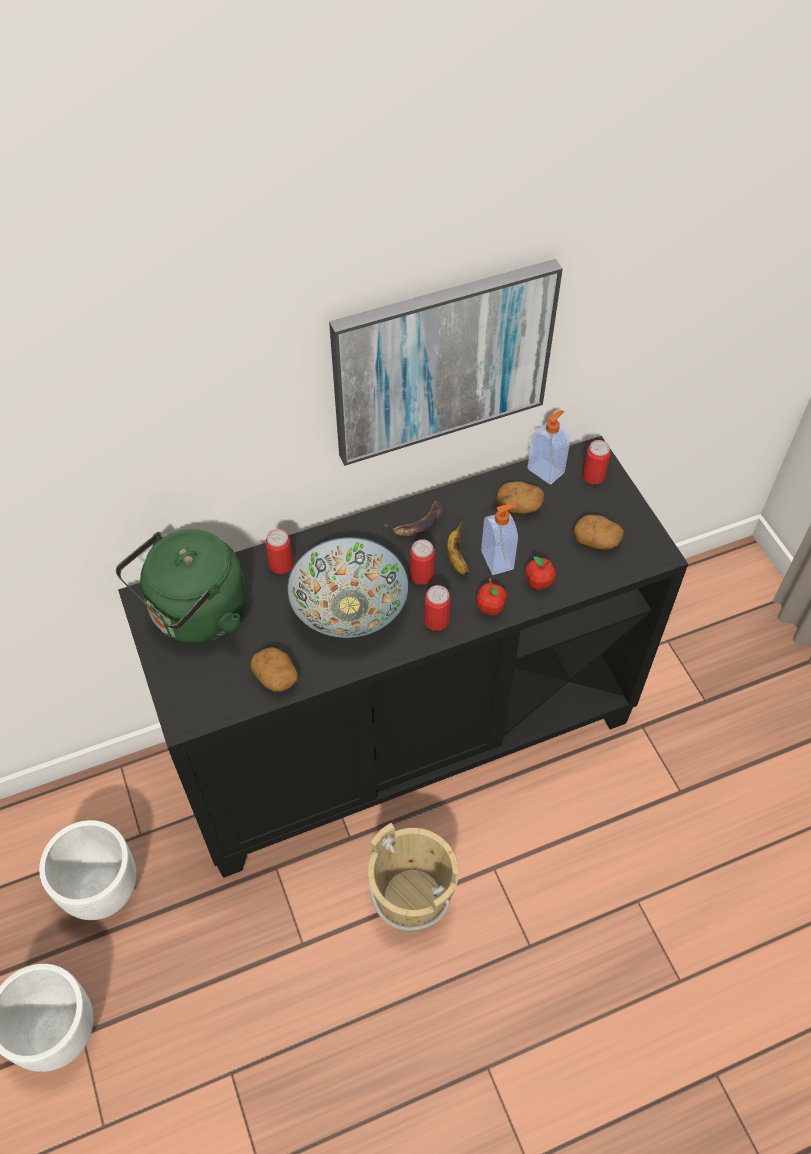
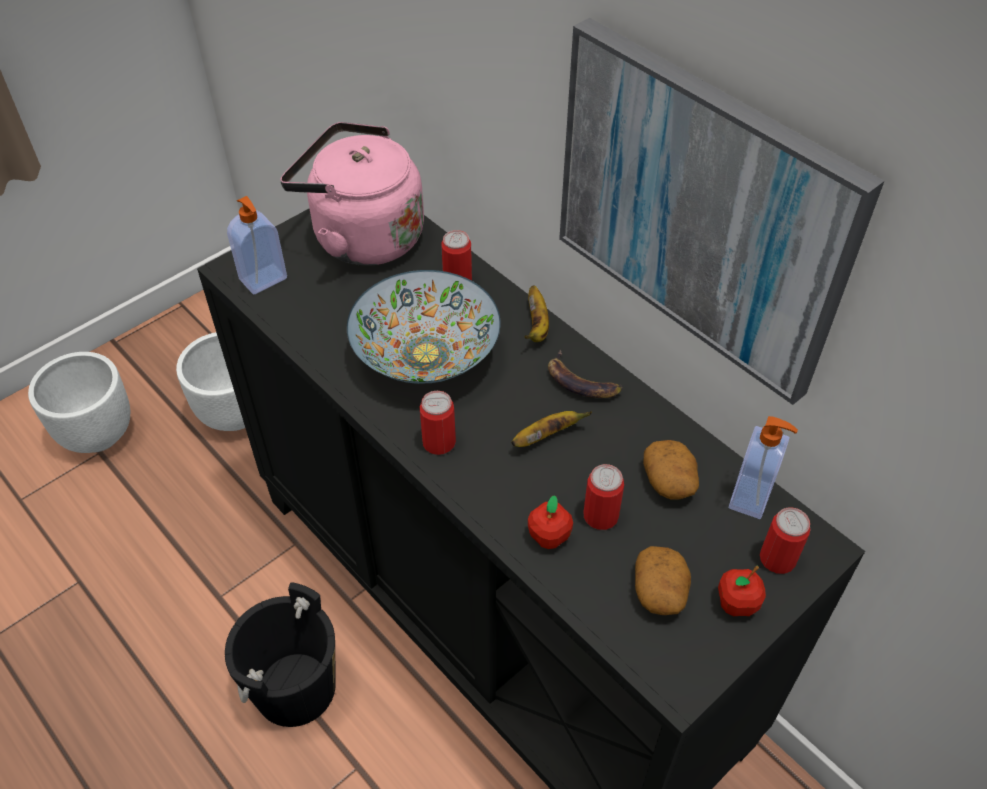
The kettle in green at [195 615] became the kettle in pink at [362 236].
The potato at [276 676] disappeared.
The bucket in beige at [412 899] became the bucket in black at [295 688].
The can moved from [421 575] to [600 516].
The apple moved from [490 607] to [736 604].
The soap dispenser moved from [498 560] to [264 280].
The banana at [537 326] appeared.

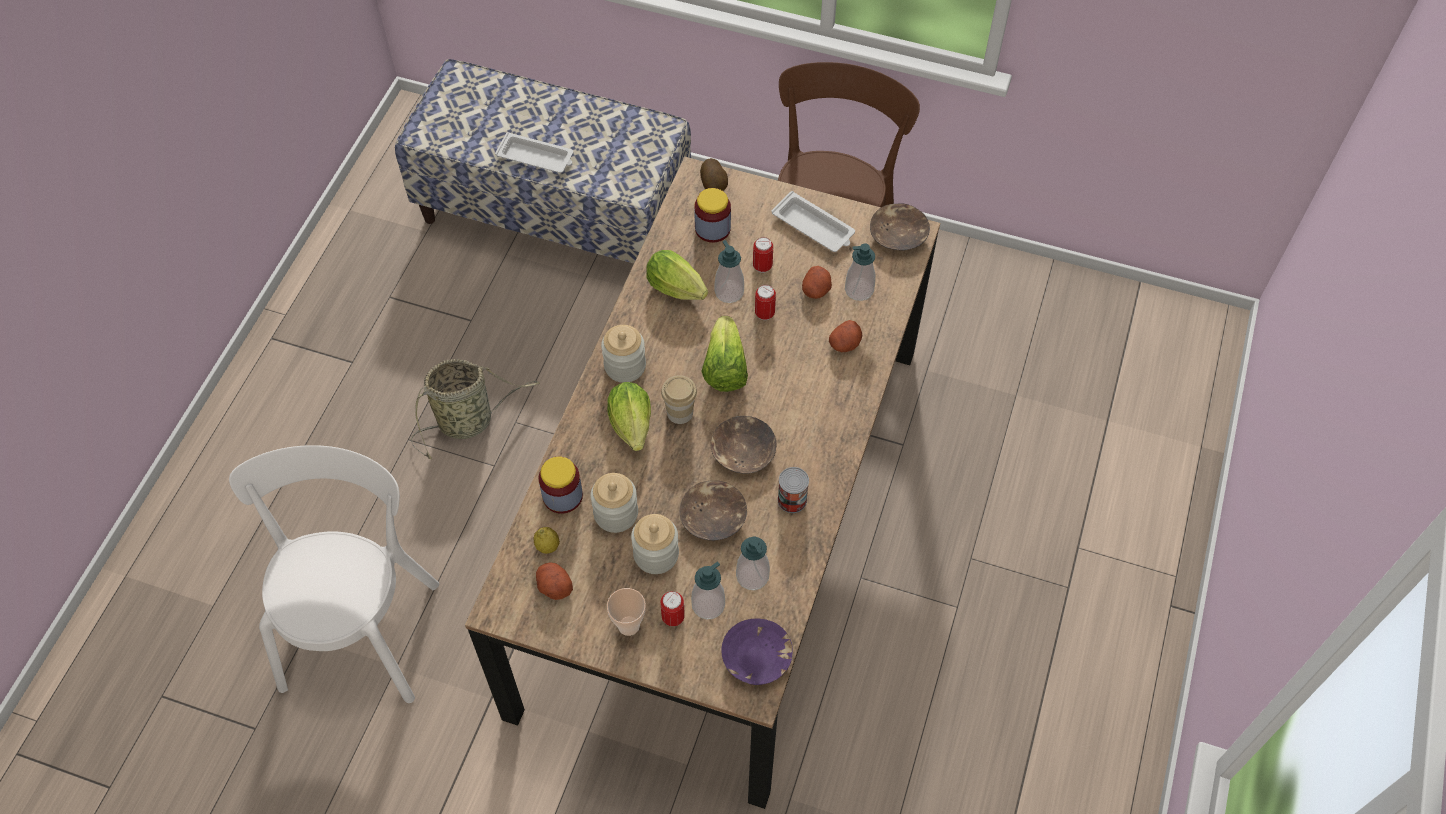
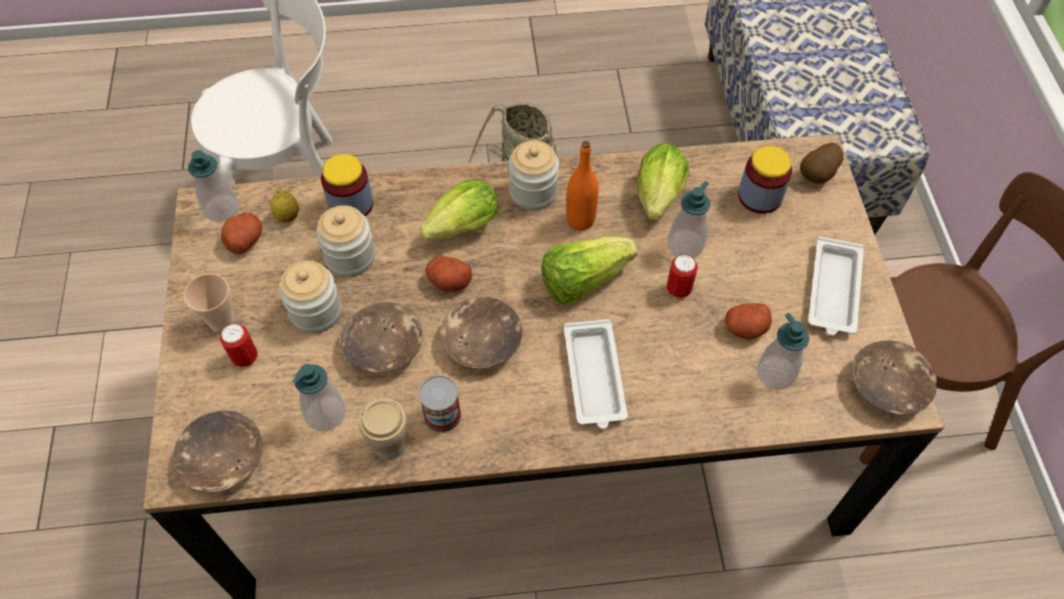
The tray in white moved from [536 157] to [594 377].
The cup moved from [680 412] to [389 443].
The soap dispenser moved from [708 605] to [221 209].
The bowl in purple at [757 658] became the bowl in brown at [222 459].
The can at [762 266] disappeared.
The potato moved from [845 344] to [448 281].
The bottle in orange at [580 220] appeared.

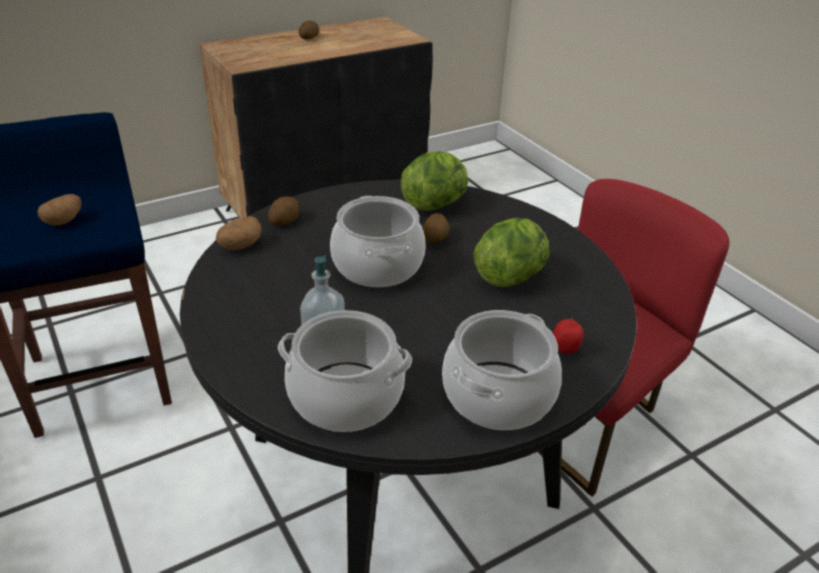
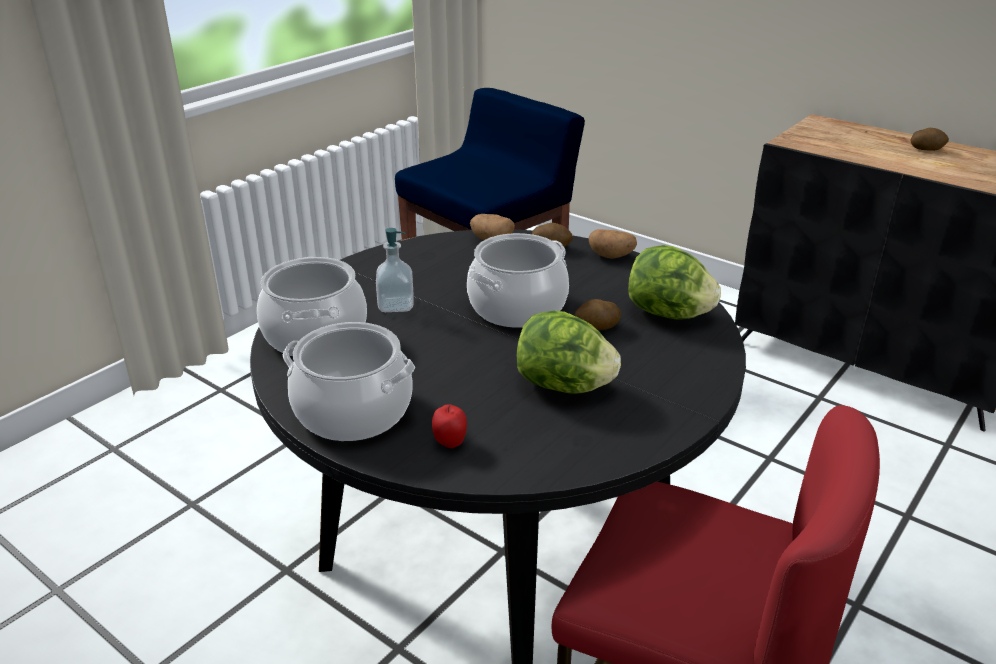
The potato moved from [64 221] to [611 256].

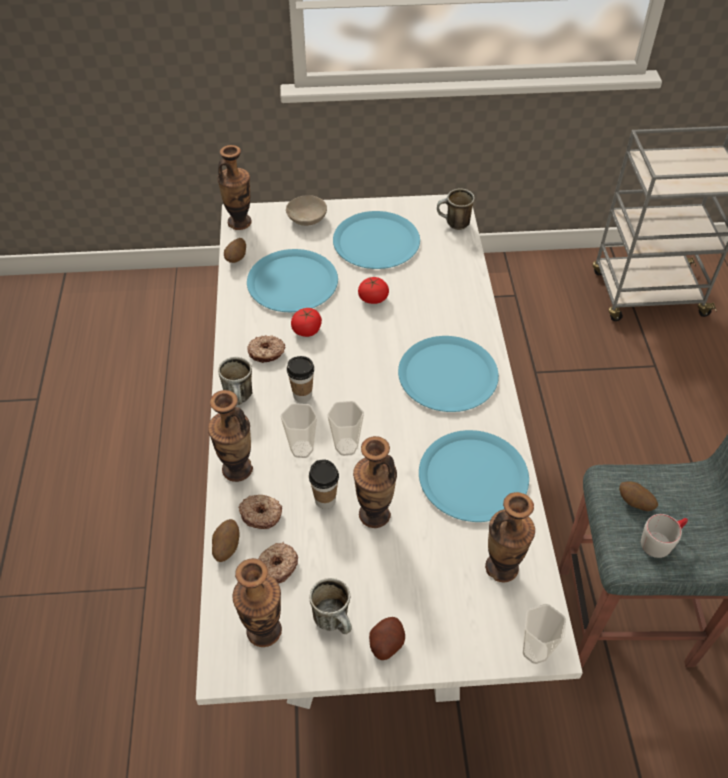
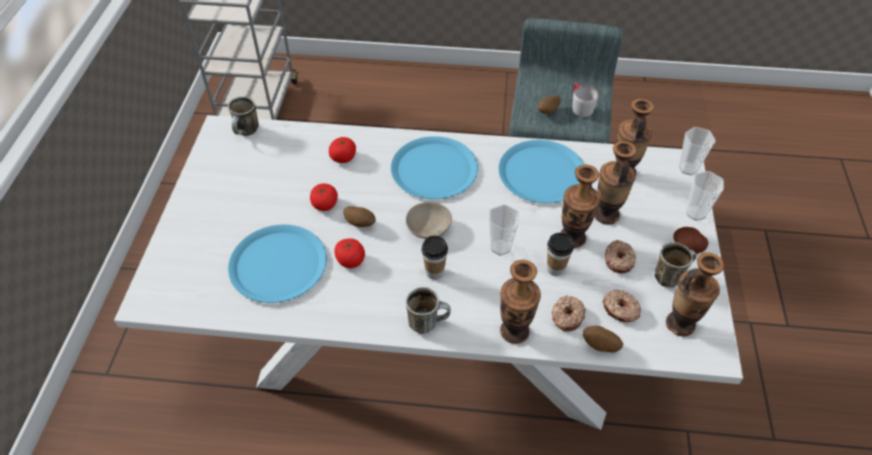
The vase moved from [239 222] to [606 215].
The potato moved from [236 259] to [360 223].
The donut moved from [266 353] to [619 260].
The cup moved from [301 449] to [695 213].
The bowl in beige moved from [308 218] to [428 227].
The plate in blue at [376 242] disappeared.
The tomato at [343 157] appeared.

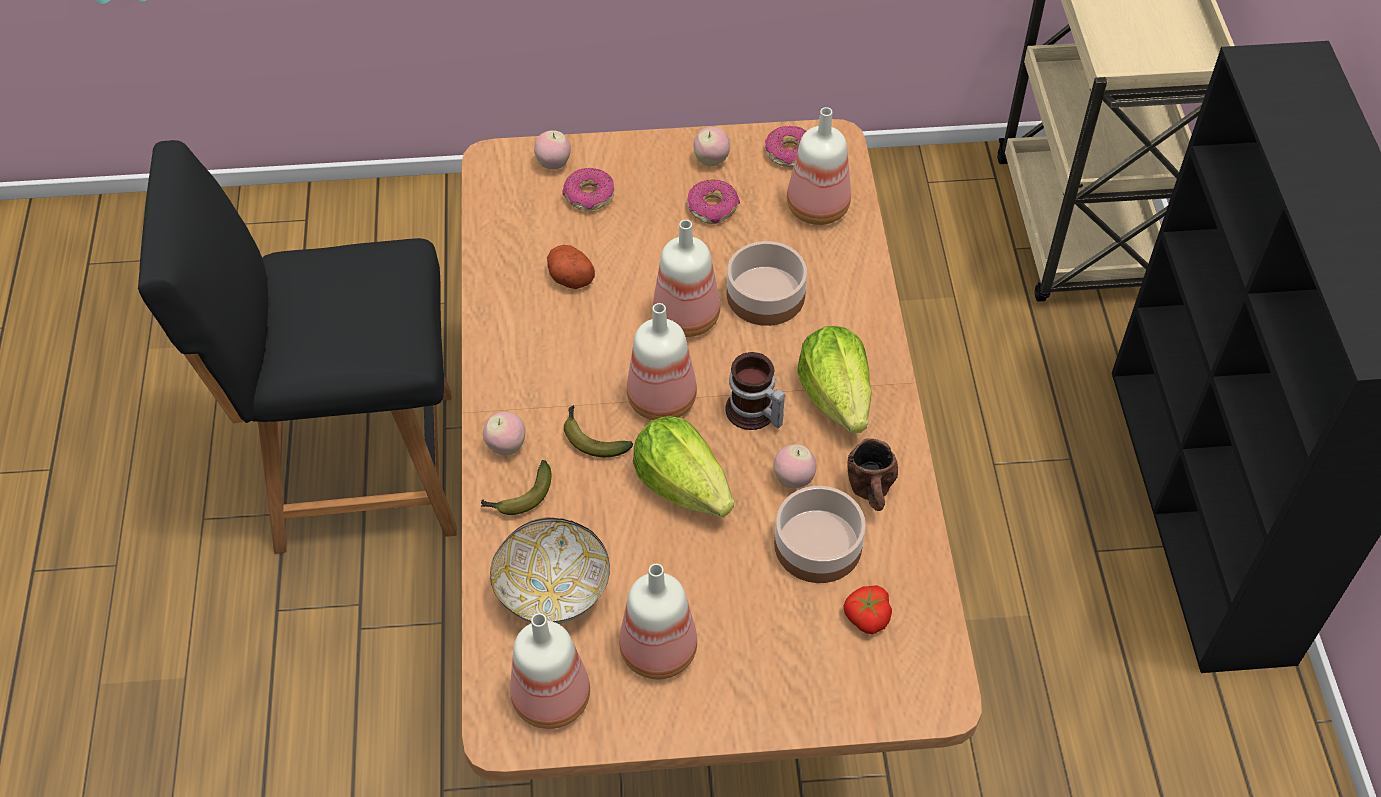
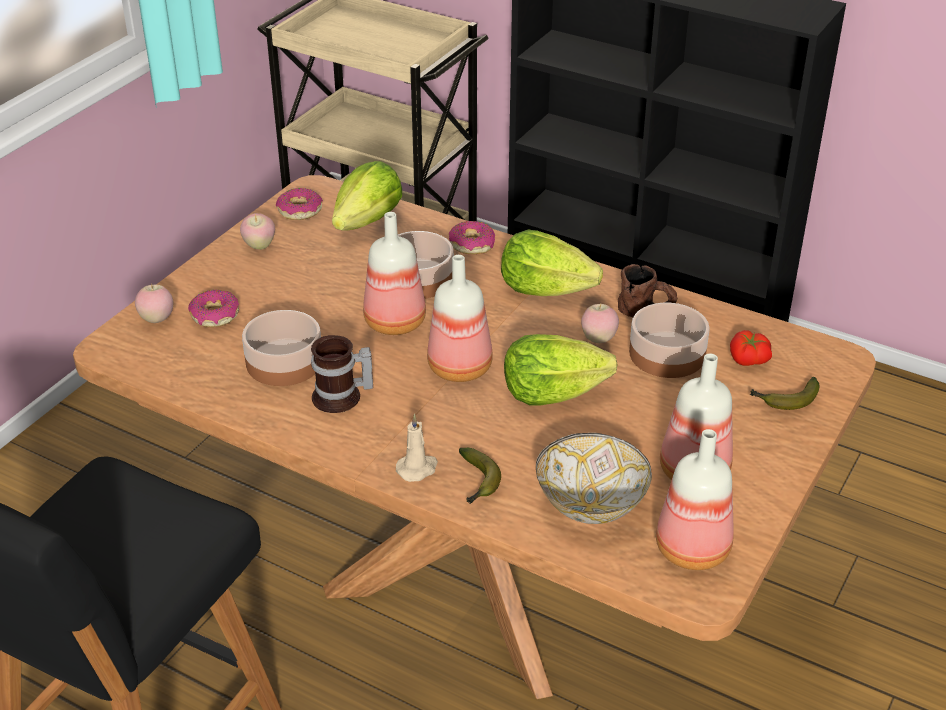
The apple at [506 446] was replaced by the candle in beige at [418 468].
The potato at [569 277] was replaced by the bowl at [284 361].
The banana moved from [591 438] to [785 400].
The donut moved from [713 207] to [472 244].
The mug moved from [753 414] to [341 398].
The bottle at [819 208] was replaced by the lettuce at [368 222].

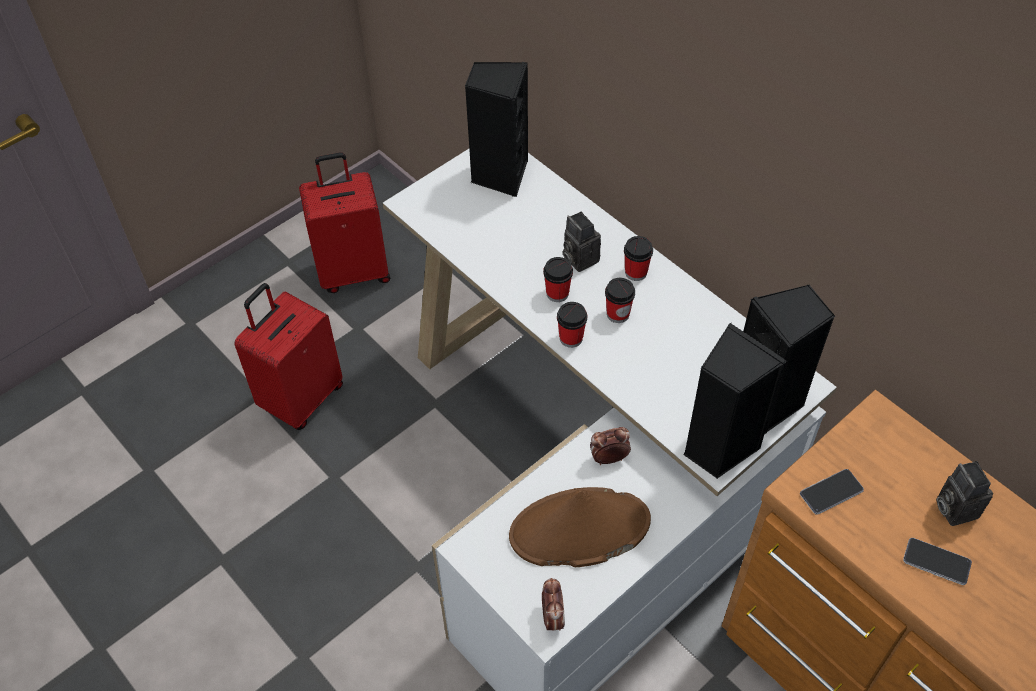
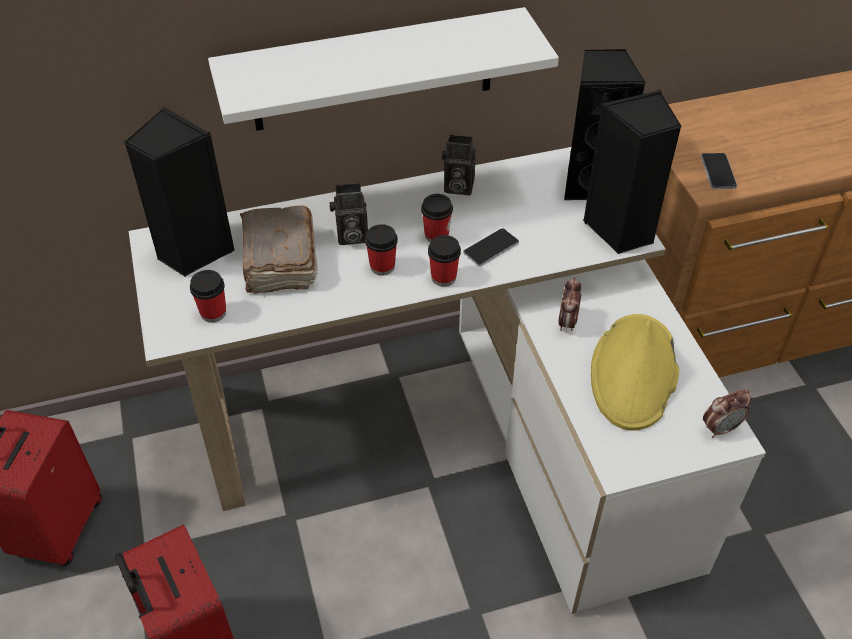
The hat in brown at [579 529] became the hat in yellow at [634 373].
The alarm clock at [552 617] turned 135 degrees clockwise.
The cup moved from [636 272] to [213 313].
The phone moved from [936 562] to [491 248].
The photo camera moved from [953 507] to [457 187].
The shelf in white at [373 71] appeared.
The book in brown at [279 263] appeared.

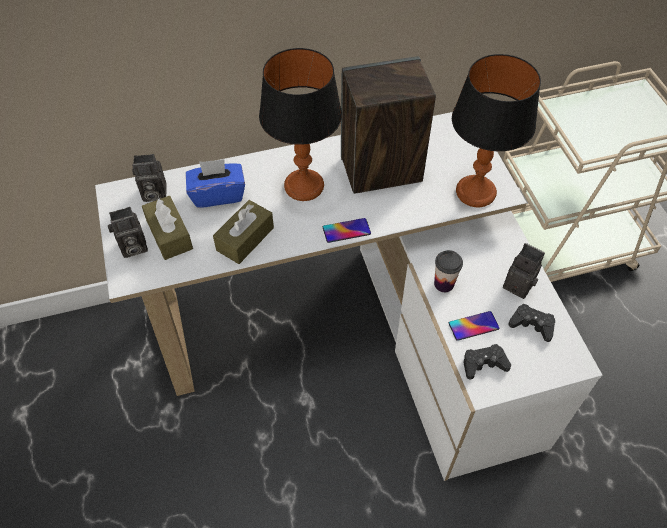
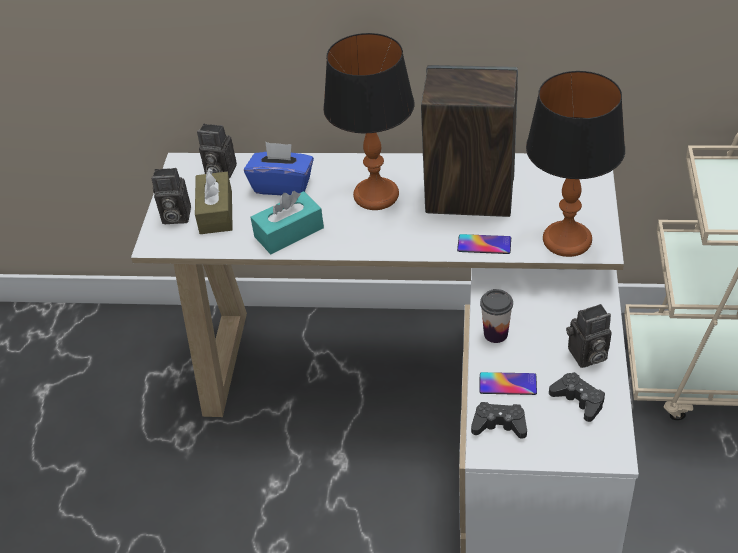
The tissue box in brown at [245 239] became the tissue box in turquoise at [289 232].
The phone moved from [346 230] to [484 244].
The photo camera at [520 285] turned 105 degrees clockwise.

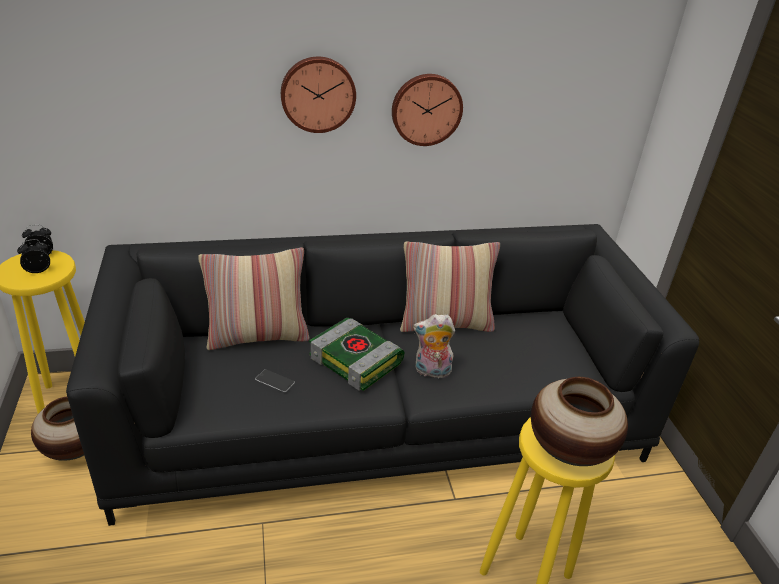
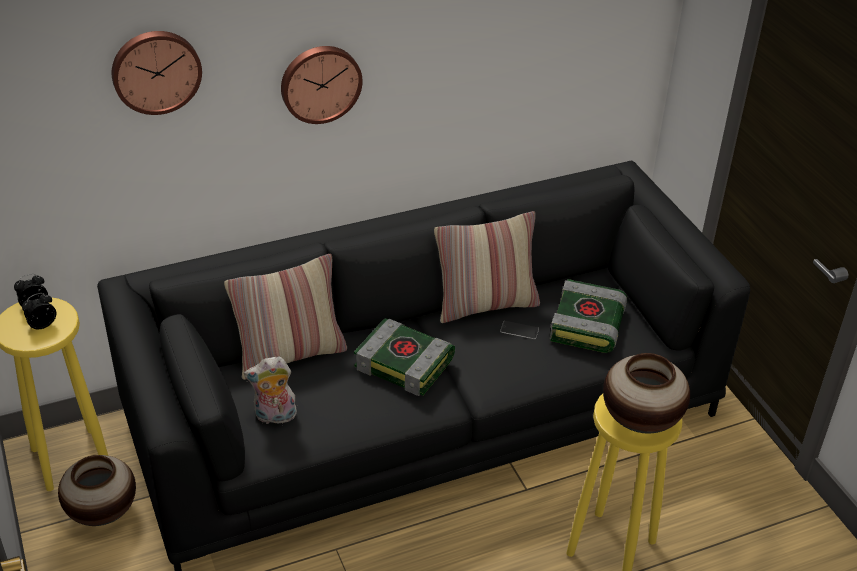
The phone moved from [274 381] to [519 330].
The wall clock moved from [426 109] to [156 70].
The plush toy moved from [431 372] to [274 417].
The book at [588 325] appeared.

